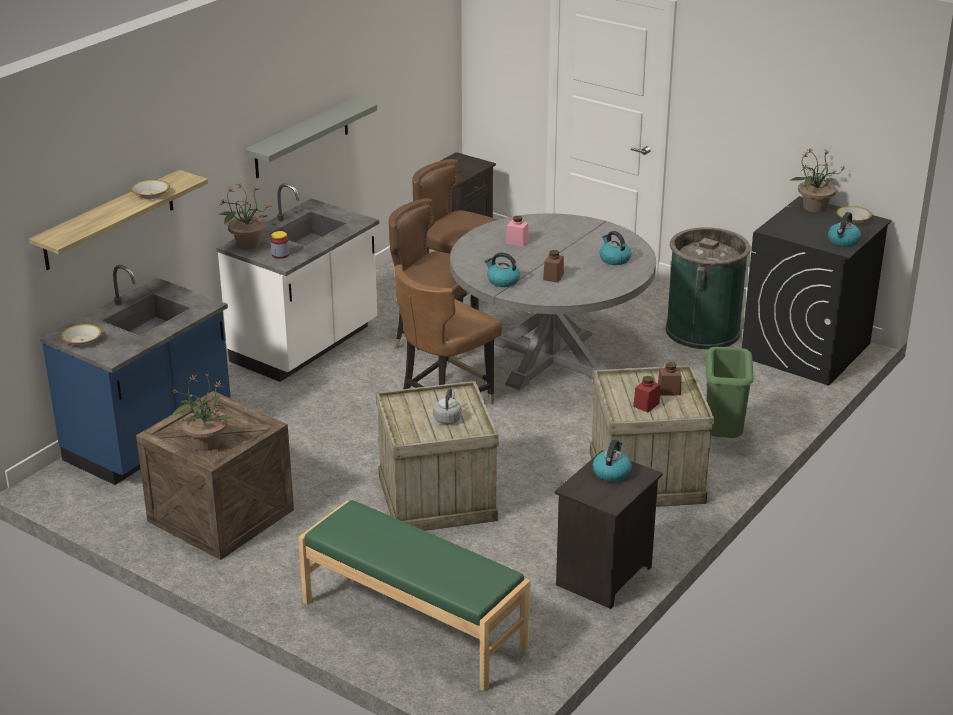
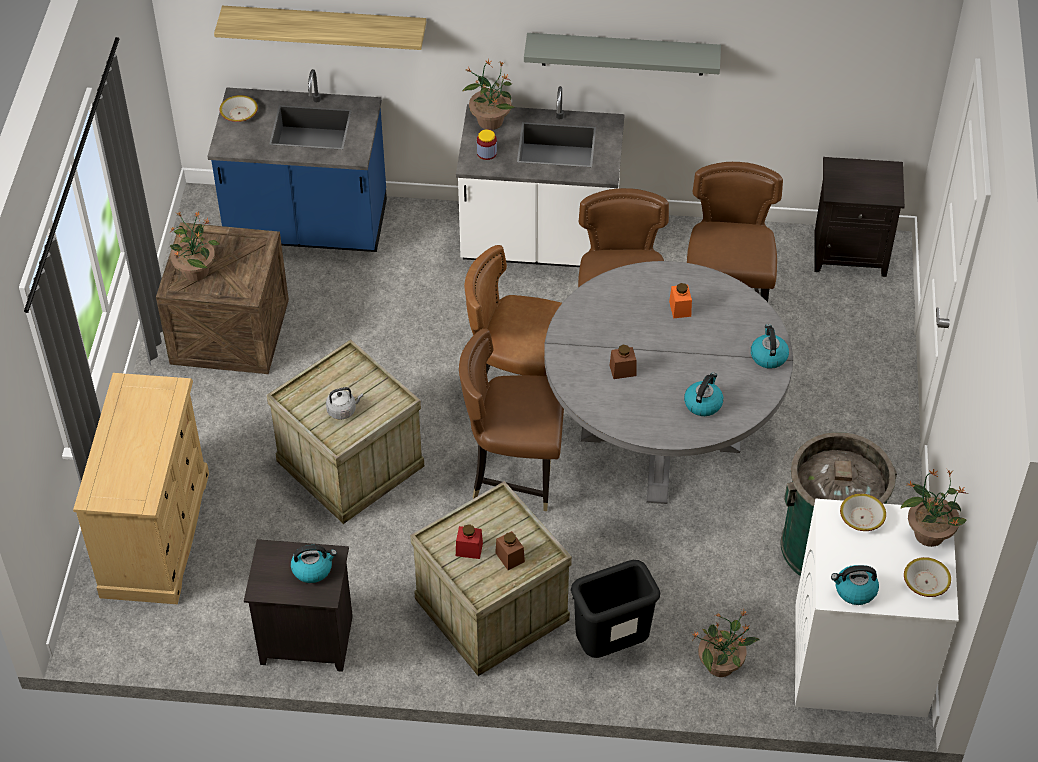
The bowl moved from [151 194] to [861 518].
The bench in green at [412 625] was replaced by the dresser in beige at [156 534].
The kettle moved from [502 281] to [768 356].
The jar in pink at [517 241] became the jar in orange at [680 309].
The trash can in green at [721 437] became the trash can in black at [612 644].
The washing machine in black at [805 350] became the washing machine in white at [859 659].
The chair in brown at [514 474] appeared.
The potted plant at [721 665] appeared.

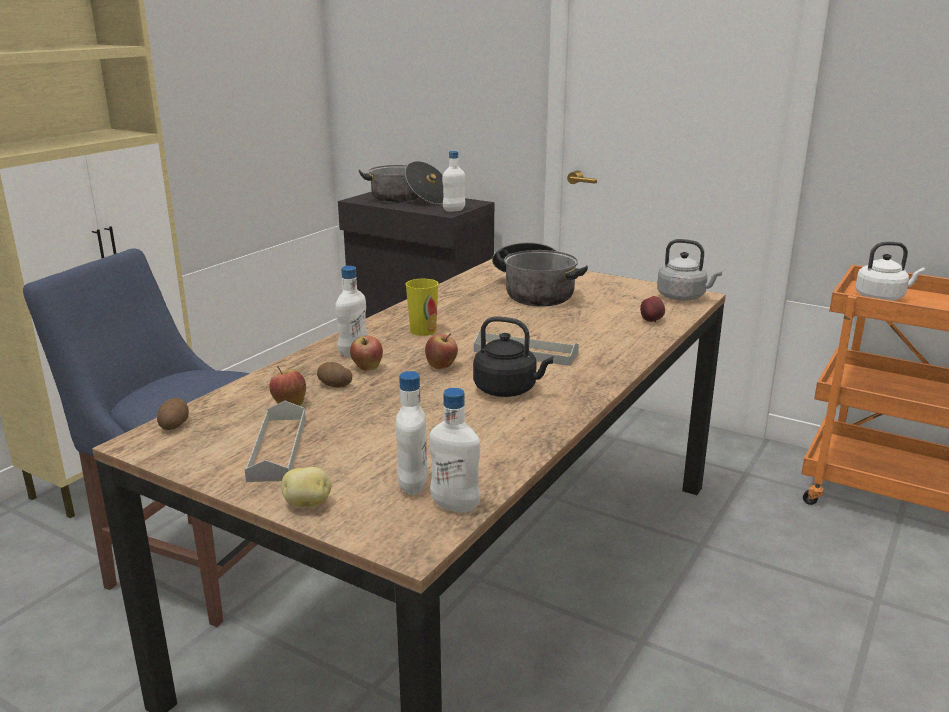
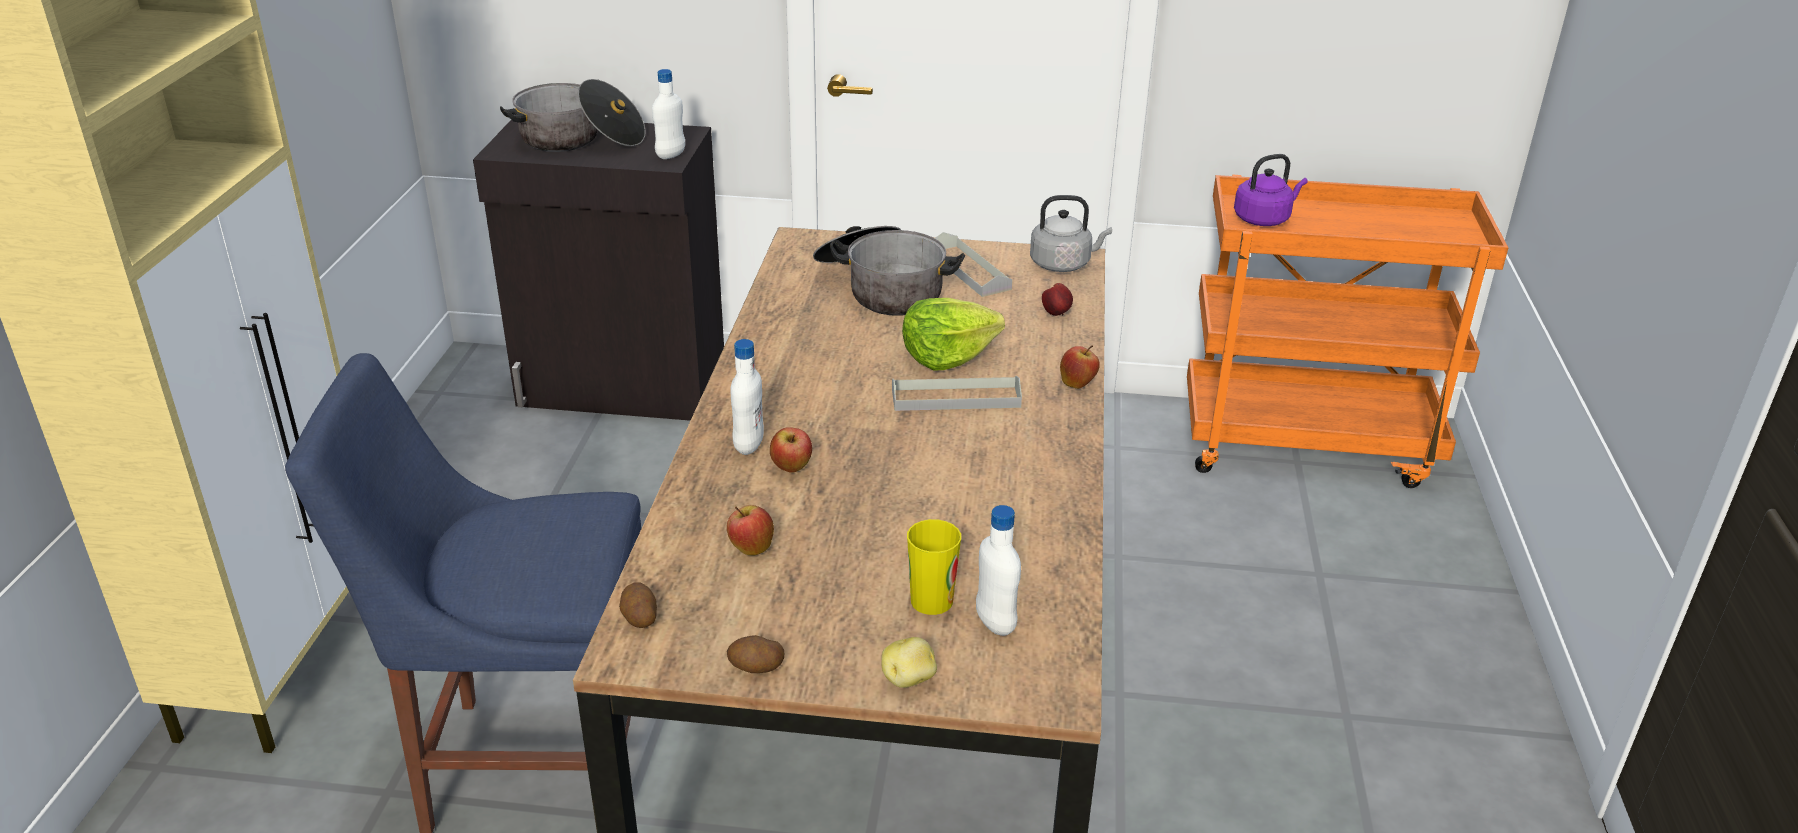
The tray in grey moved from [277 448] to [969 270].
The potato moved from [334 385] to [756 667].
The cup moved from [423 331] to [931 601].
The apple moved from [441 366] to [1078 384].
The bottle in white at [455 506] disappeared.
The kettle in black at [508 390] disappeared.
The kettle in white at [882 297] became the kettle in purple at [1264 219].
The lettuce at [947 356] appeared.

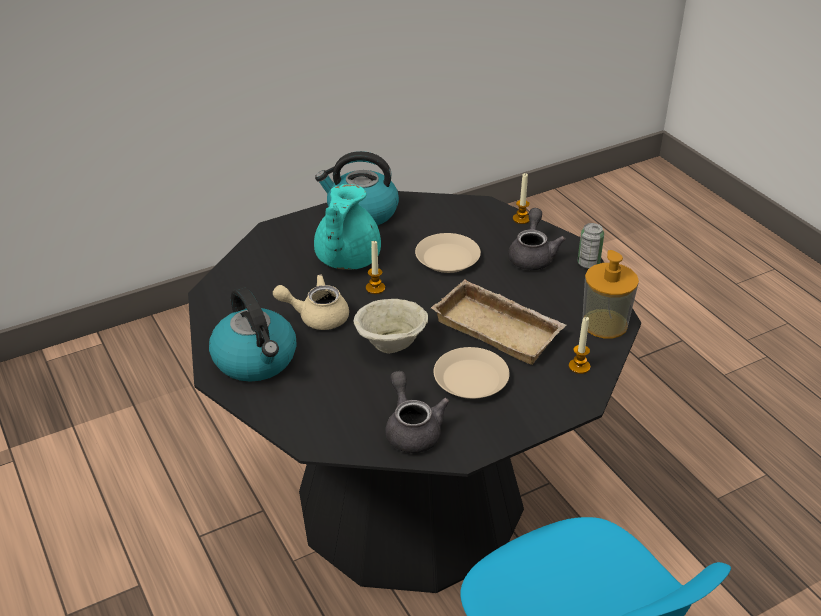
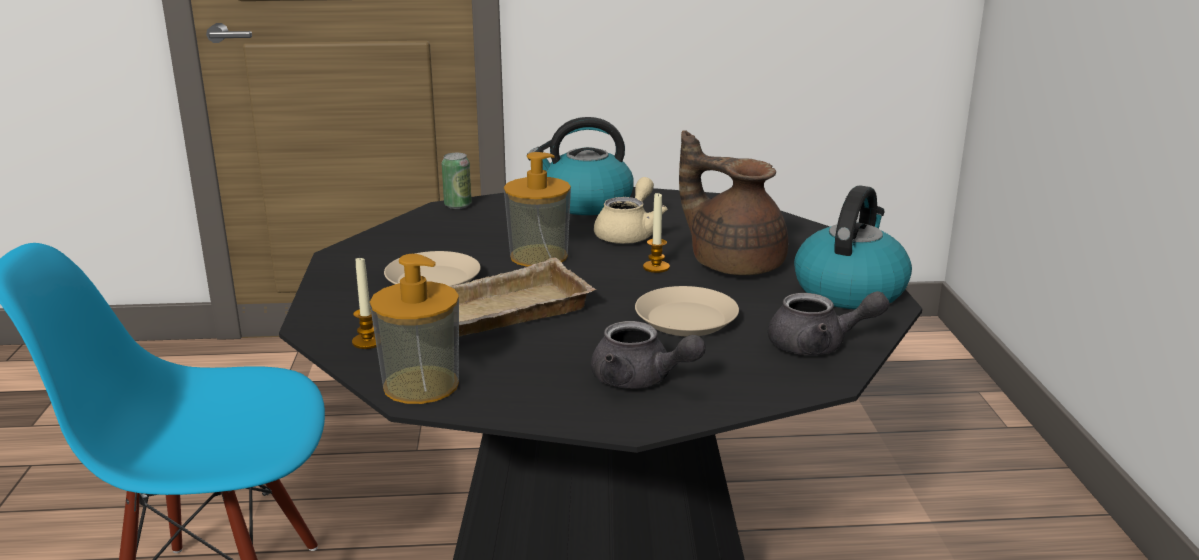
The teapot in turquoise at [346 259] became the teapot in brown at [734 263].
The bowl in beige at [390 345] was replaced by the soap dispenser at [538 256].
The teapot in grey moved from [412 429] to [818 346].
The candle at [521 219] disappeared.
The can moved from [588 263] to [457 205].

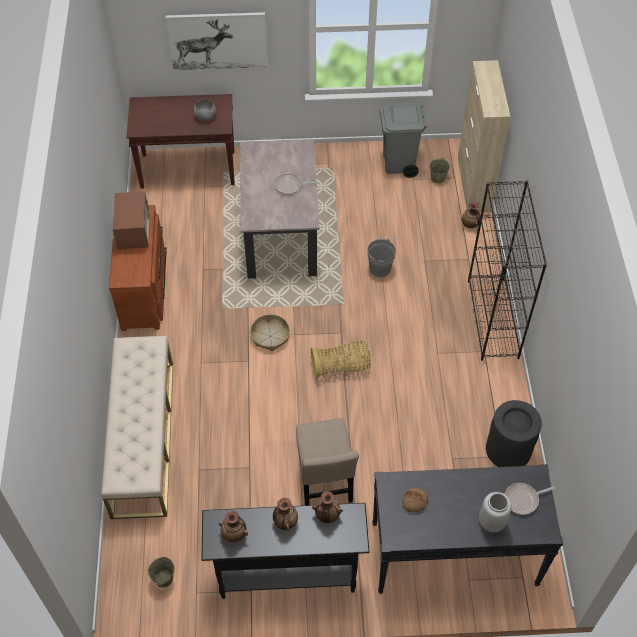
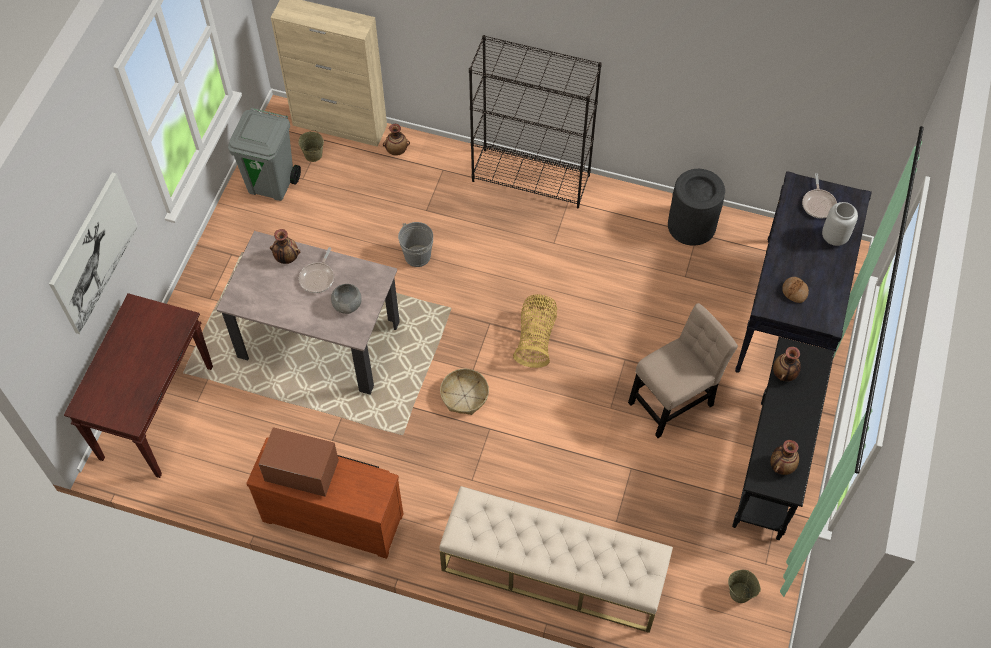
The bowl in grey moved from [205 116] to [347 305].
The vase moved from [285 521] to [286 258].
The chair in beige at [324 482] turned 45 degrees counterclockwise.

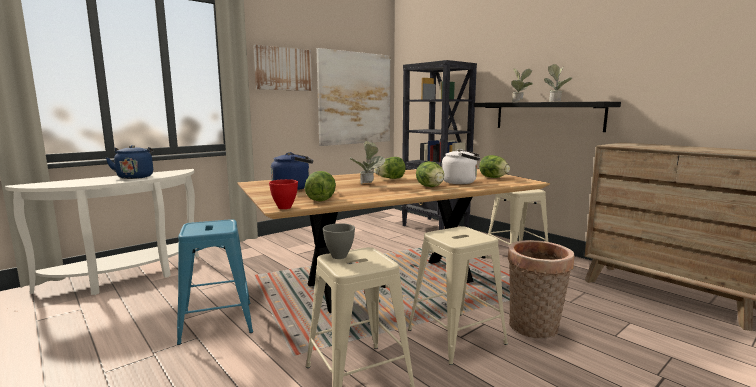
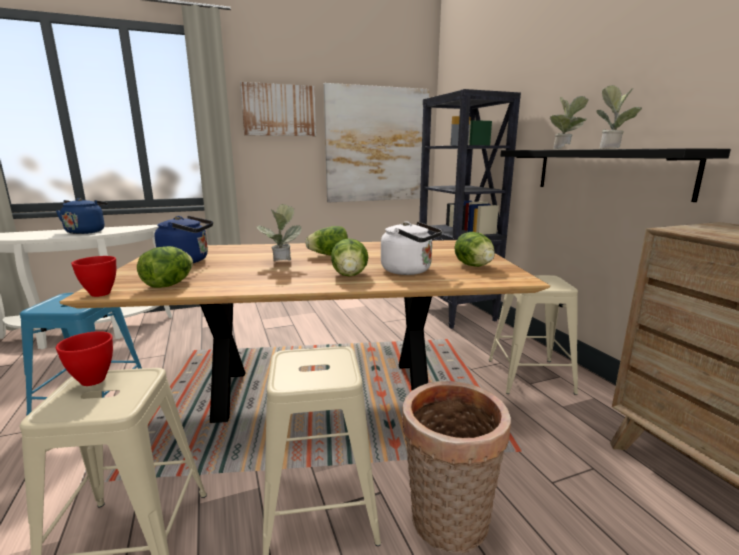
The bowl in grey at [338 256] became the bowl in red at [93 380].

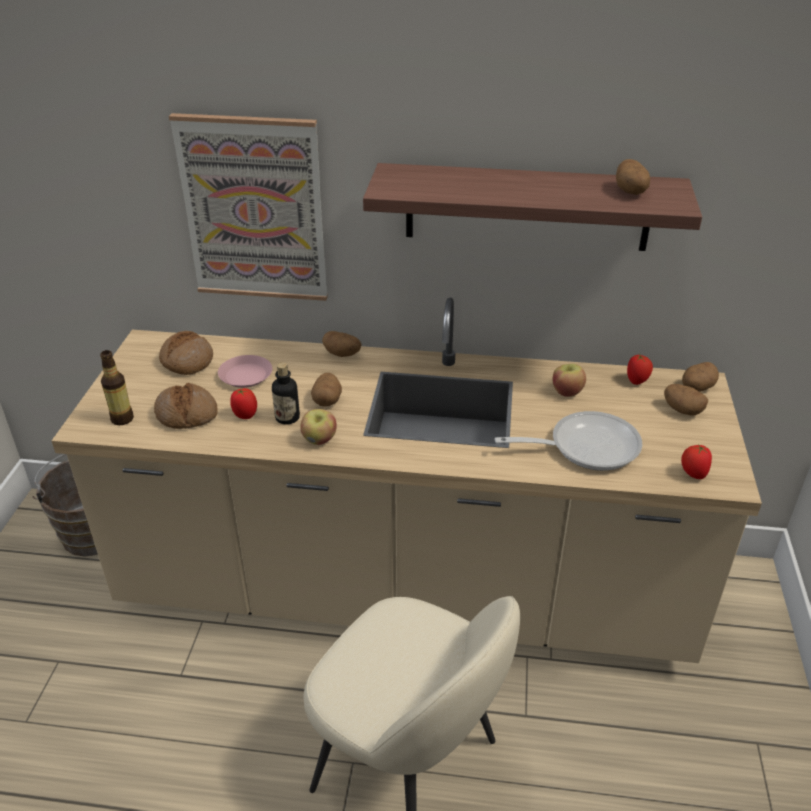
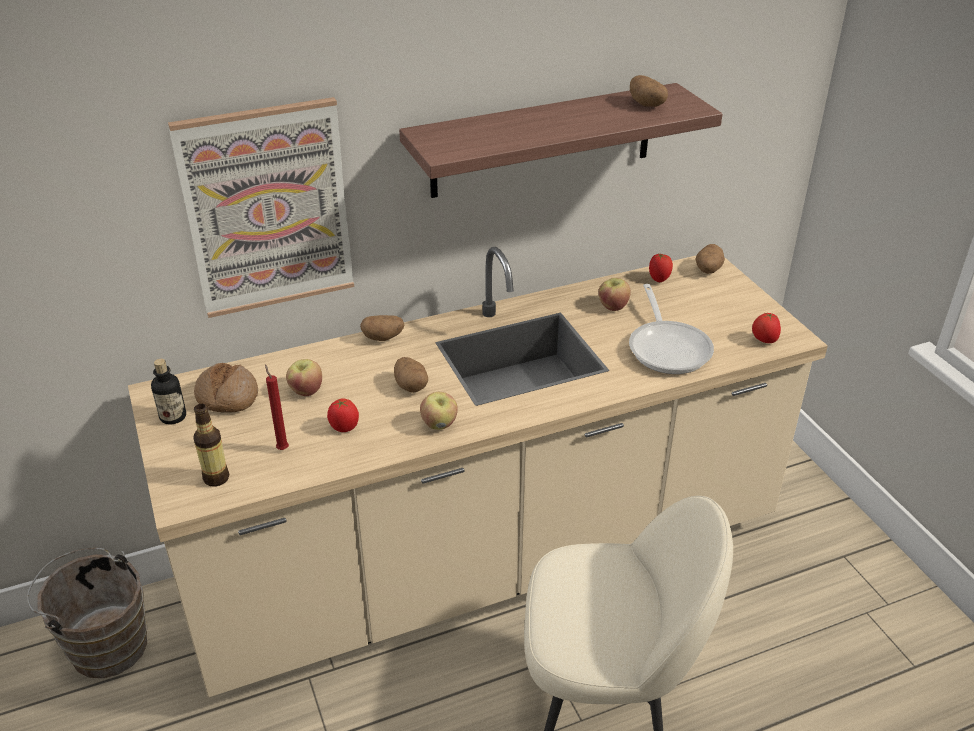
The bread at [187 414] was replaced by the candle in red at [282 448].
The plate in pink at [245 376] was replaced by the apple at [306 390].
The bottle moved from [287 417] to [173 417].
The frying pan at [585 447] turned 120 degrees clockwise.
The potato at [682 410] disappeared.

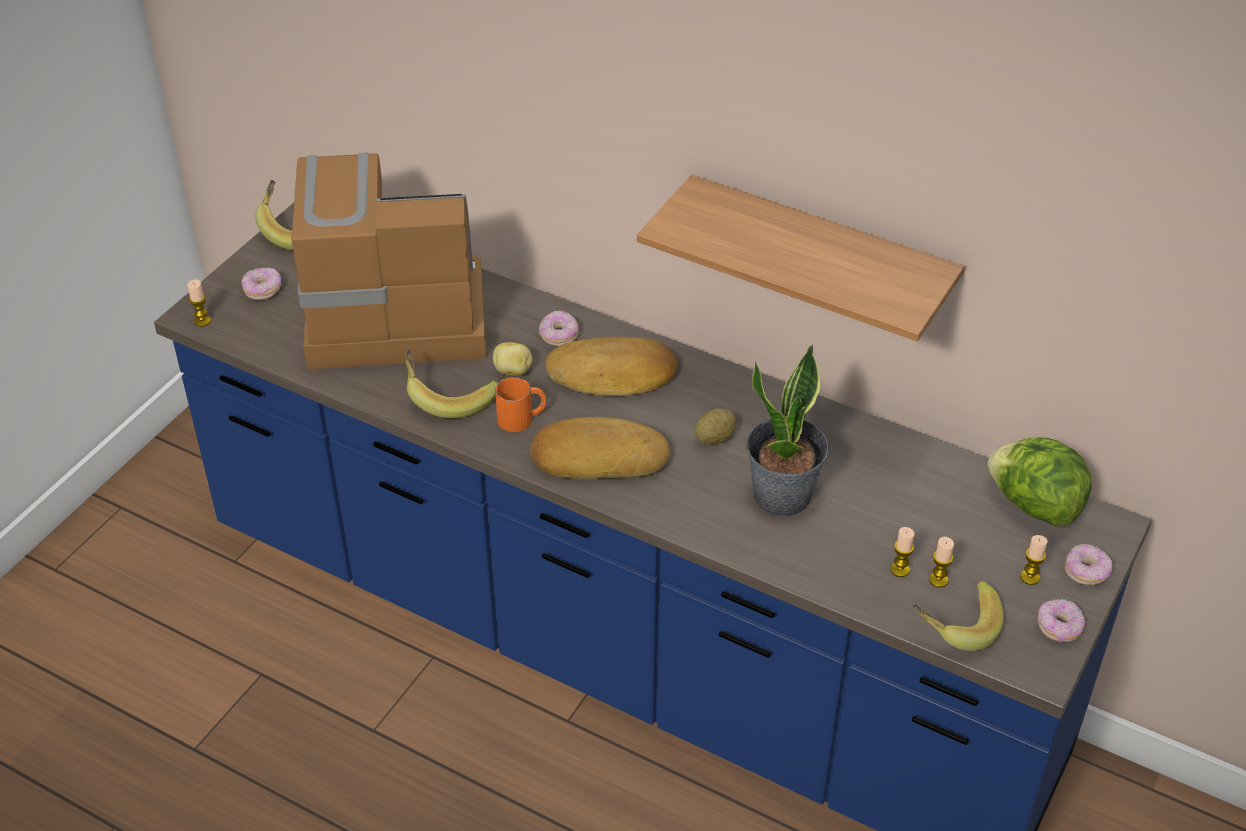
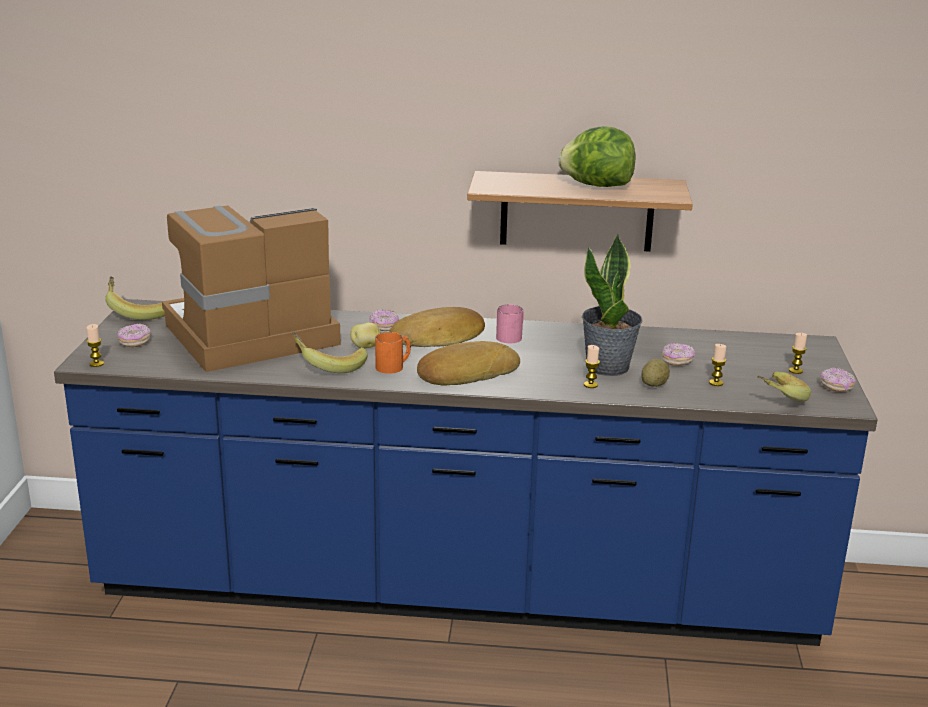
The potato moved from [714 438] to [654 385].
The candle moved from [938 580] to [590 385].
The lettuce moved from [1034 505] to [597 186].
The donut moved from [1086 572] to [677 361].
The mug in pink at [512 336] appeared.

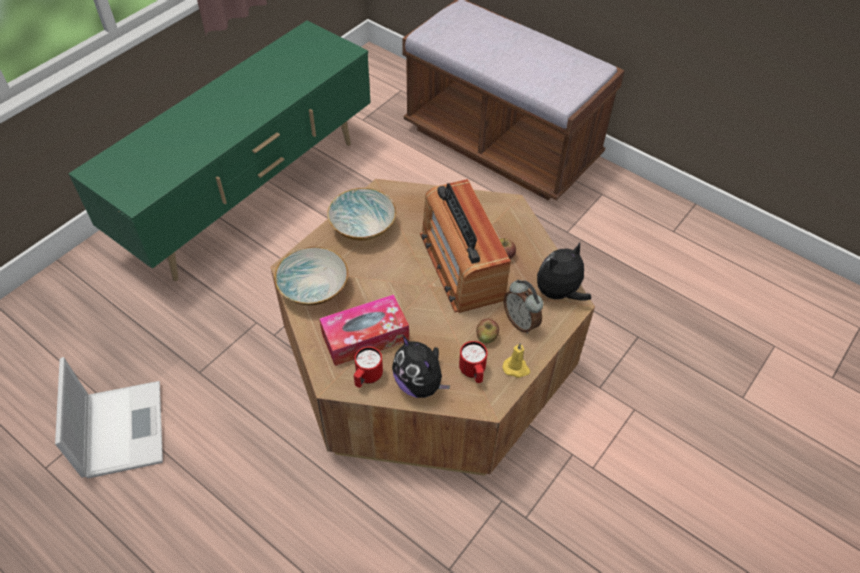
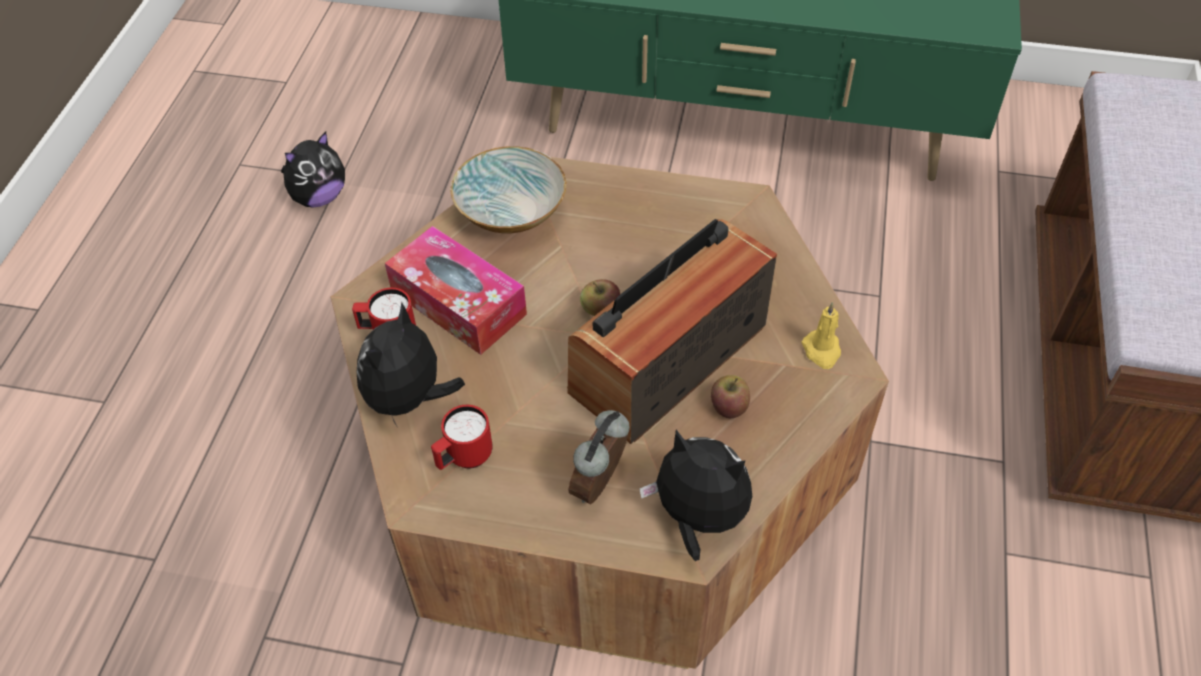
The laptop at [122 427] was replaced by the plush toy at [319 197].
The bowl at [363 226] disappeared.
The apple moved from [486 337] to [600 309].
The candle in yellow moved from [516 368] to [822 351].

